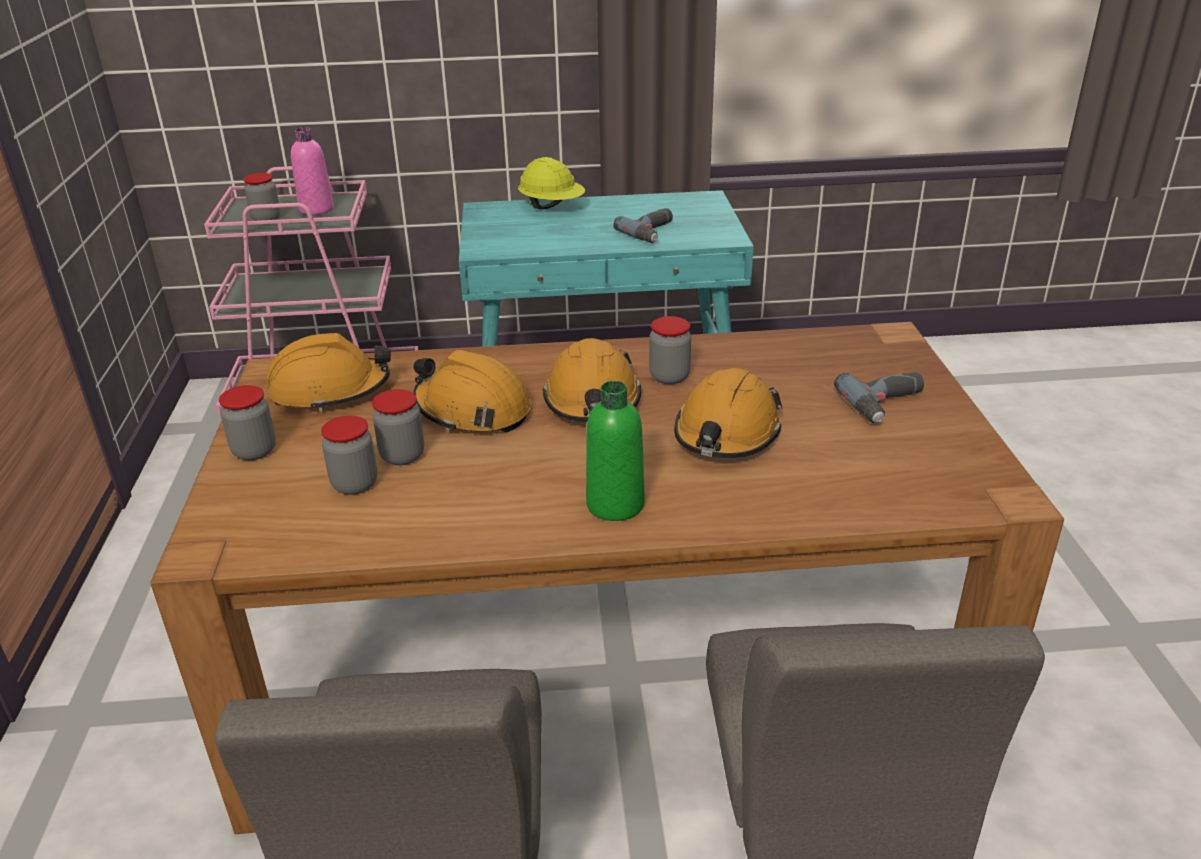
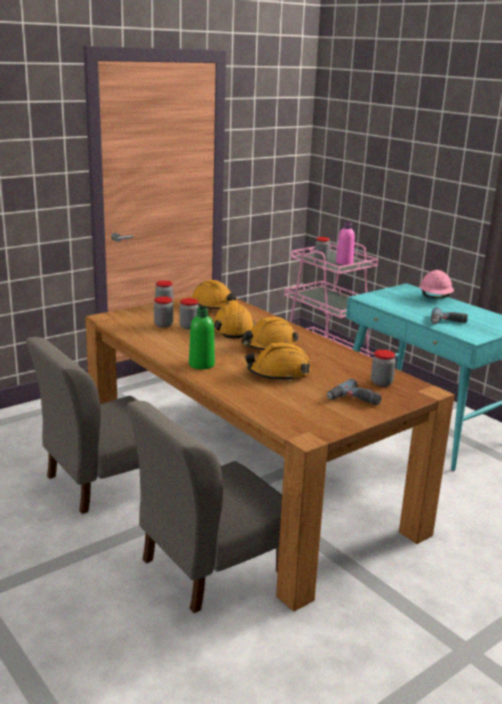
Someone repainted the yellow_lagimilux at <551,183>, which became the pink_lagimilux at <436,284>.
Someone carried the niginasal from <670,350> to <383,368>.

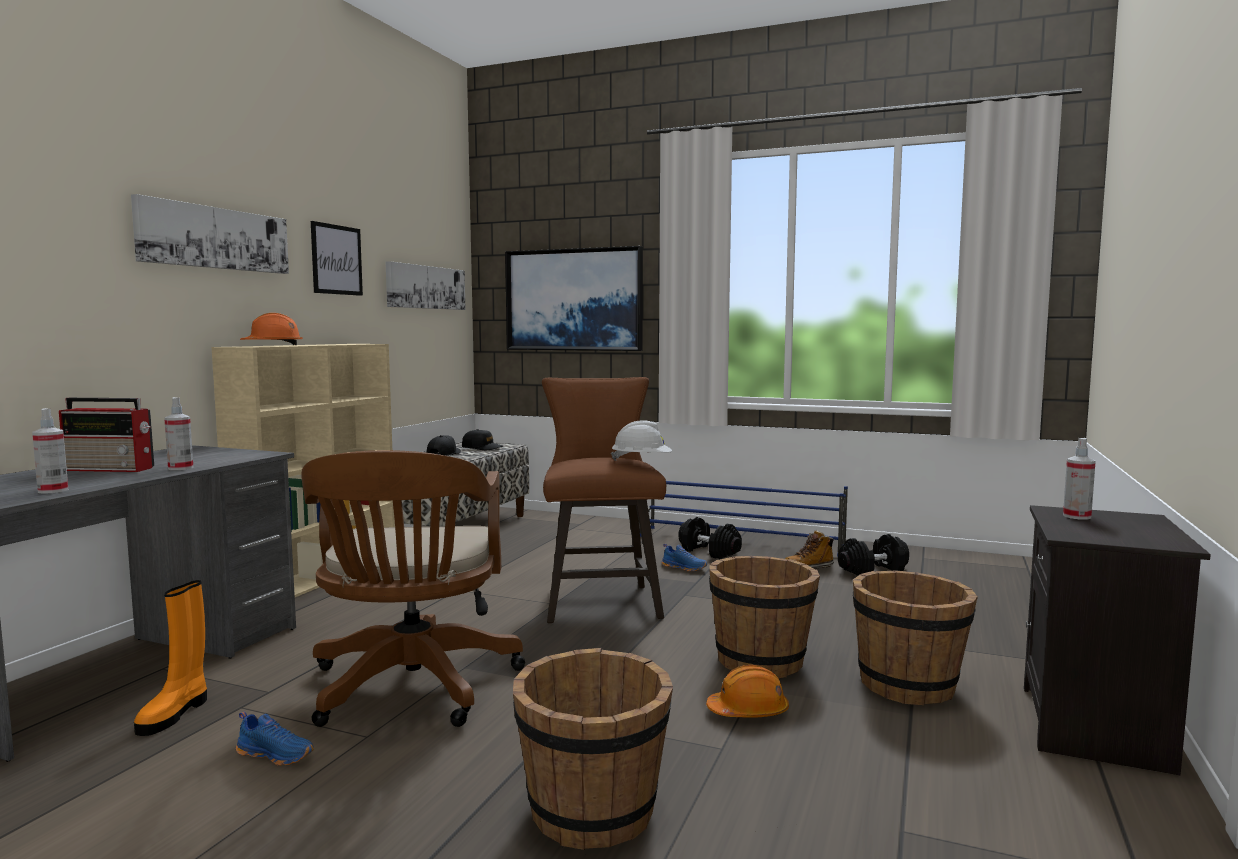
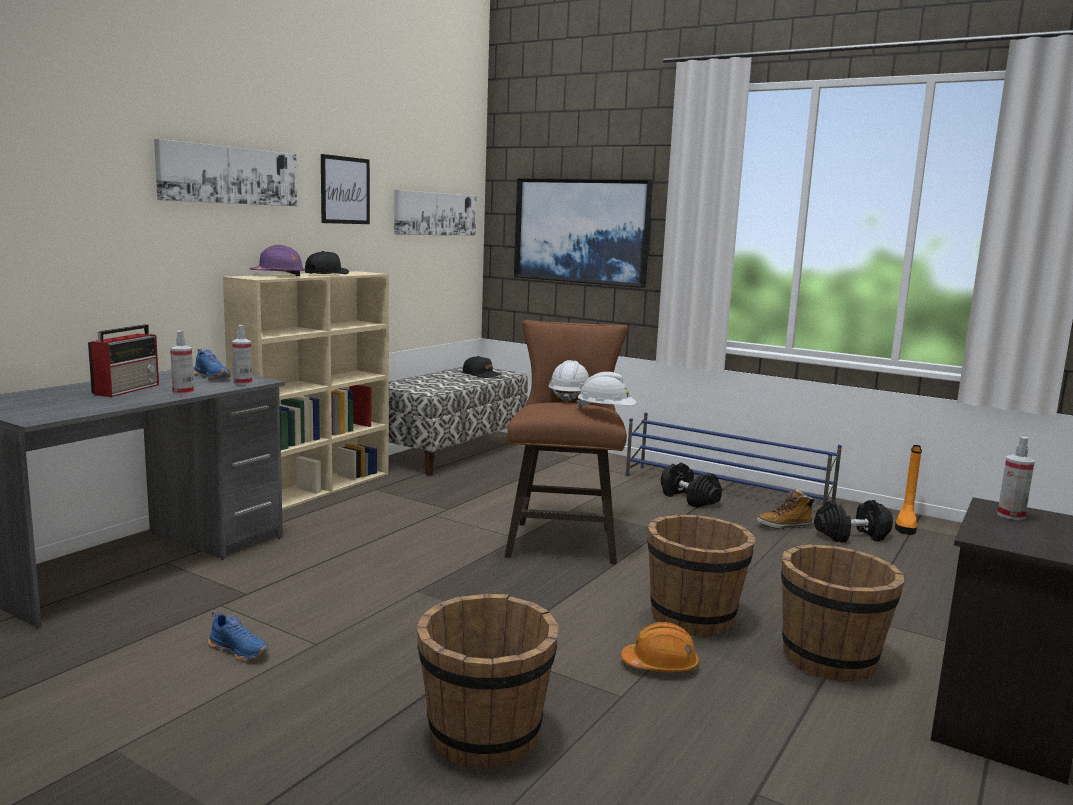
Someone repainted the orange_lagimilux at <271,329>, which became the purple_lagimilux at <277,260>.
Someone rotated the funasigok at <106,435> by 90 degrees counterclockwise.
Someone carried the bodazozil from <50,451> to <242,355>.
Someone carried the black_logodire from <444,445> to <327,262>.
Someone took away the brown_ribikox at <413,588>.
Someone carried the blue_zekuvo from <684,558> to <212,364>.
Someone carried the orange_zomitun from <170,658> to <908,490>.
Someone put down the white_lagimilux at <569,381>.

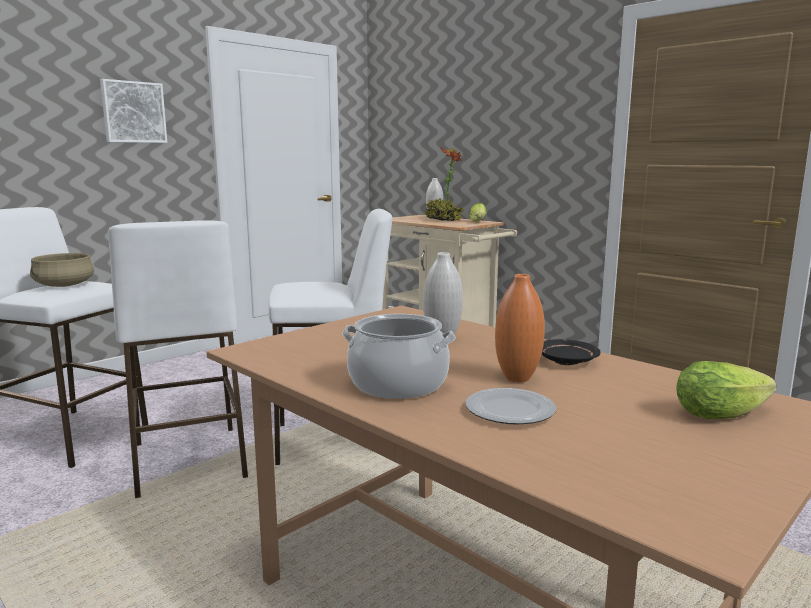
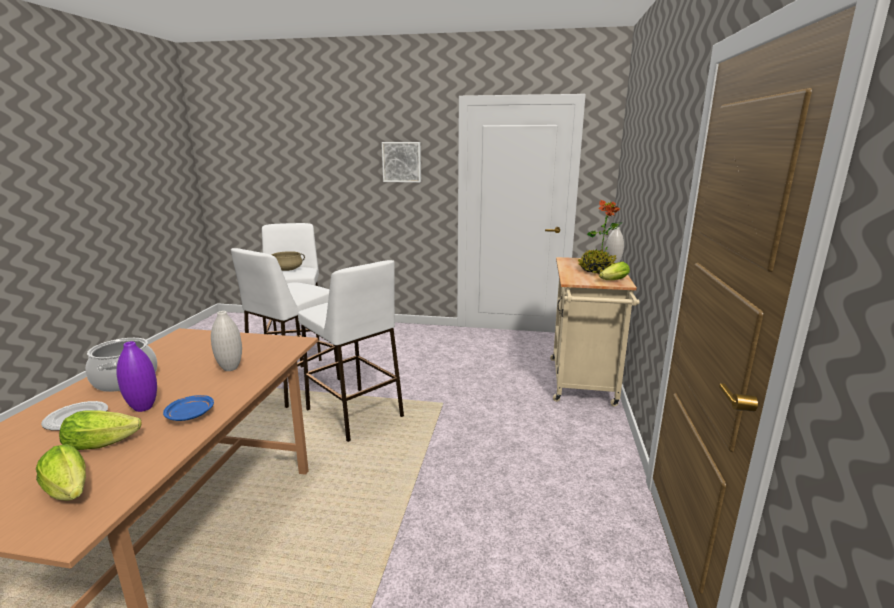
Someone repainted the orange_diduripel at <520,328>, which became the purple_diduripel at <136,376>.
Someone repainted the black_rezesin at <571,352>, which became the blue_rezesin at <188,408>.
Someone put down the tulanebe at <100,430>.

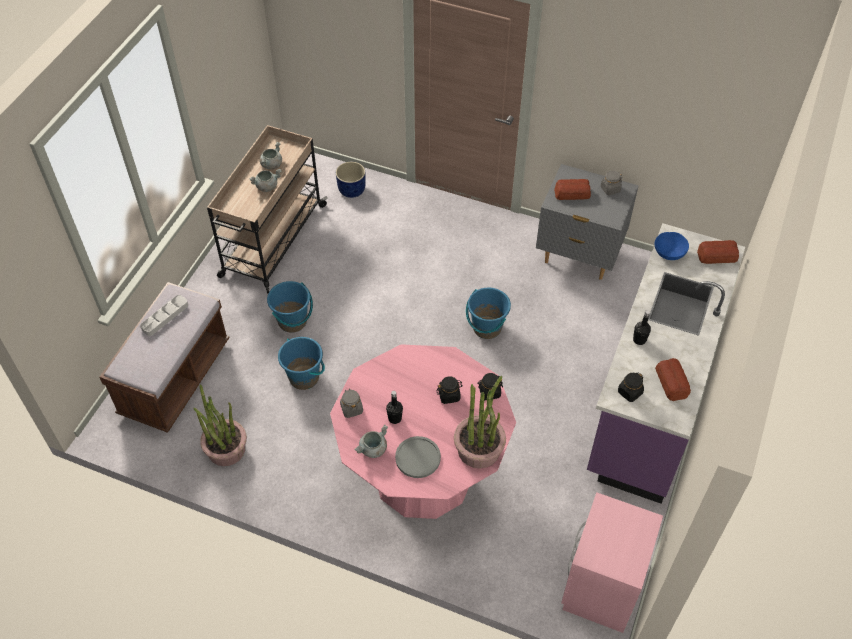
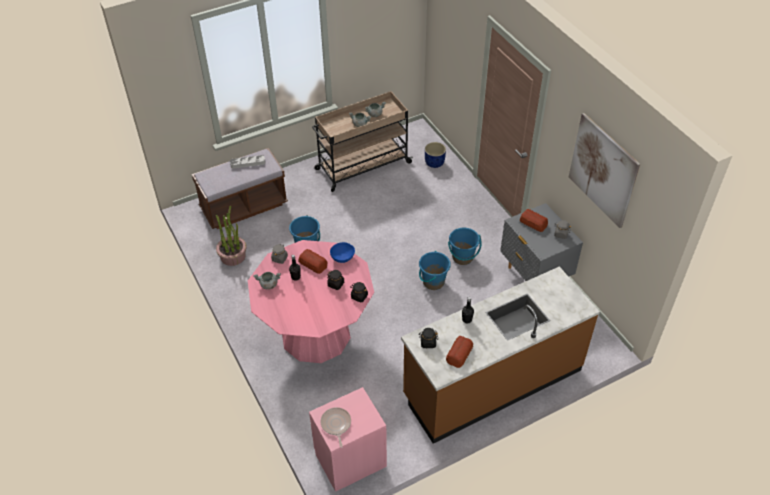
Someone repainted the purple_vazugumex at <666,363>, which became the brown_vazugumex at <500,355>.
Someone carried the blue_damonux from <672,246> to <342,252>.
Someone carried the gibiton from <718,252> to <312,261>.
Someone carried the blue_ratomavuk from <290,307> to <465,246>.
Someone took away the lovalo at <480,422>.
Someone took away the grey_rezesin at <418,457>.
Someone put up the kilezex at <604,170>.
Someone put down the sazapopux at <335,427>.

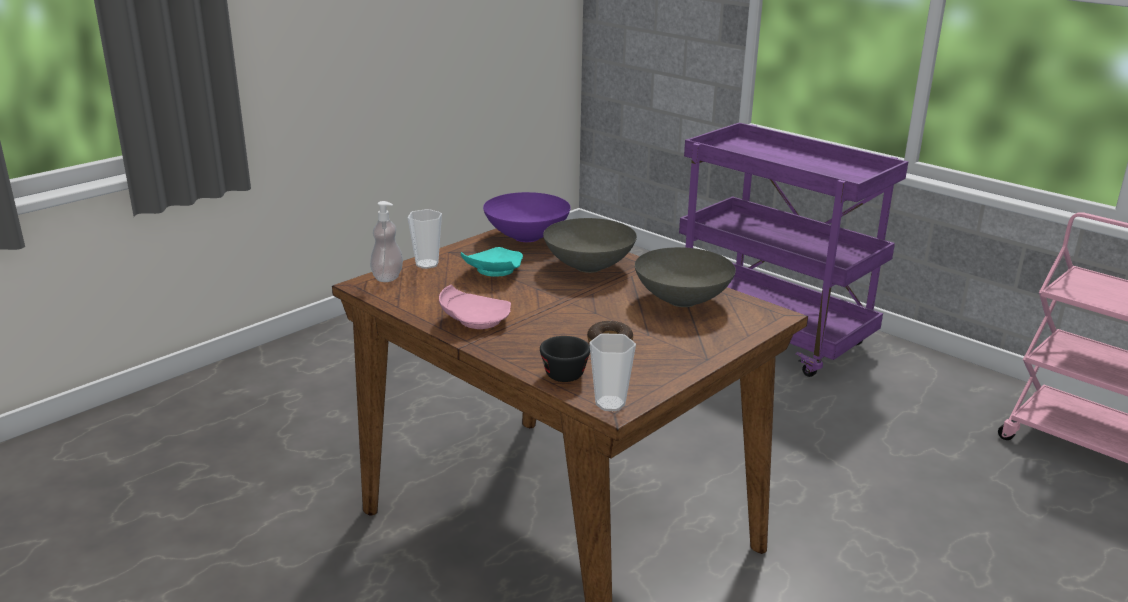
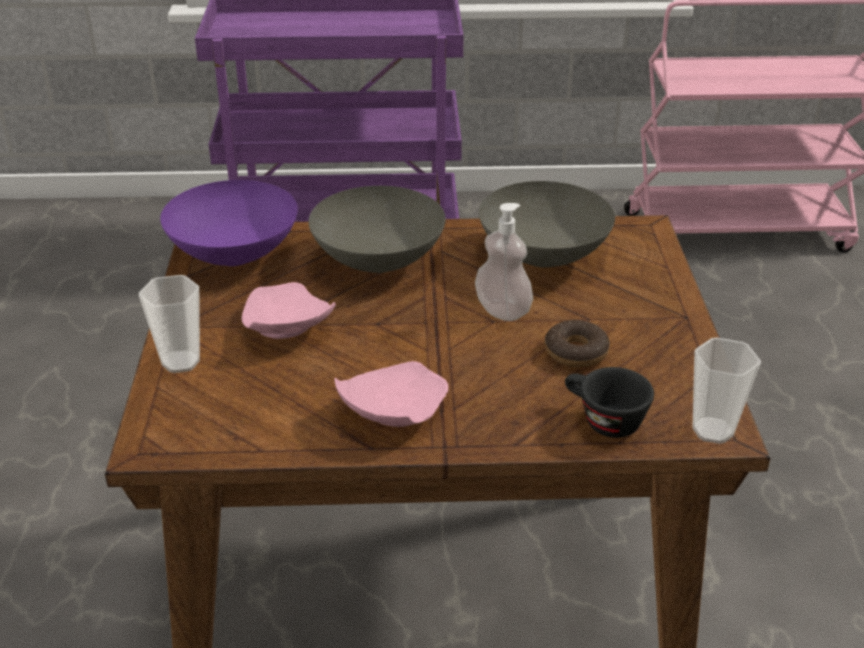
Someone carried the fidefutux from <386,241> to <504,262>.
Someone repainted the turquoise_rezesin at <492,262>, which became the pink_rezesin at <289,310>.

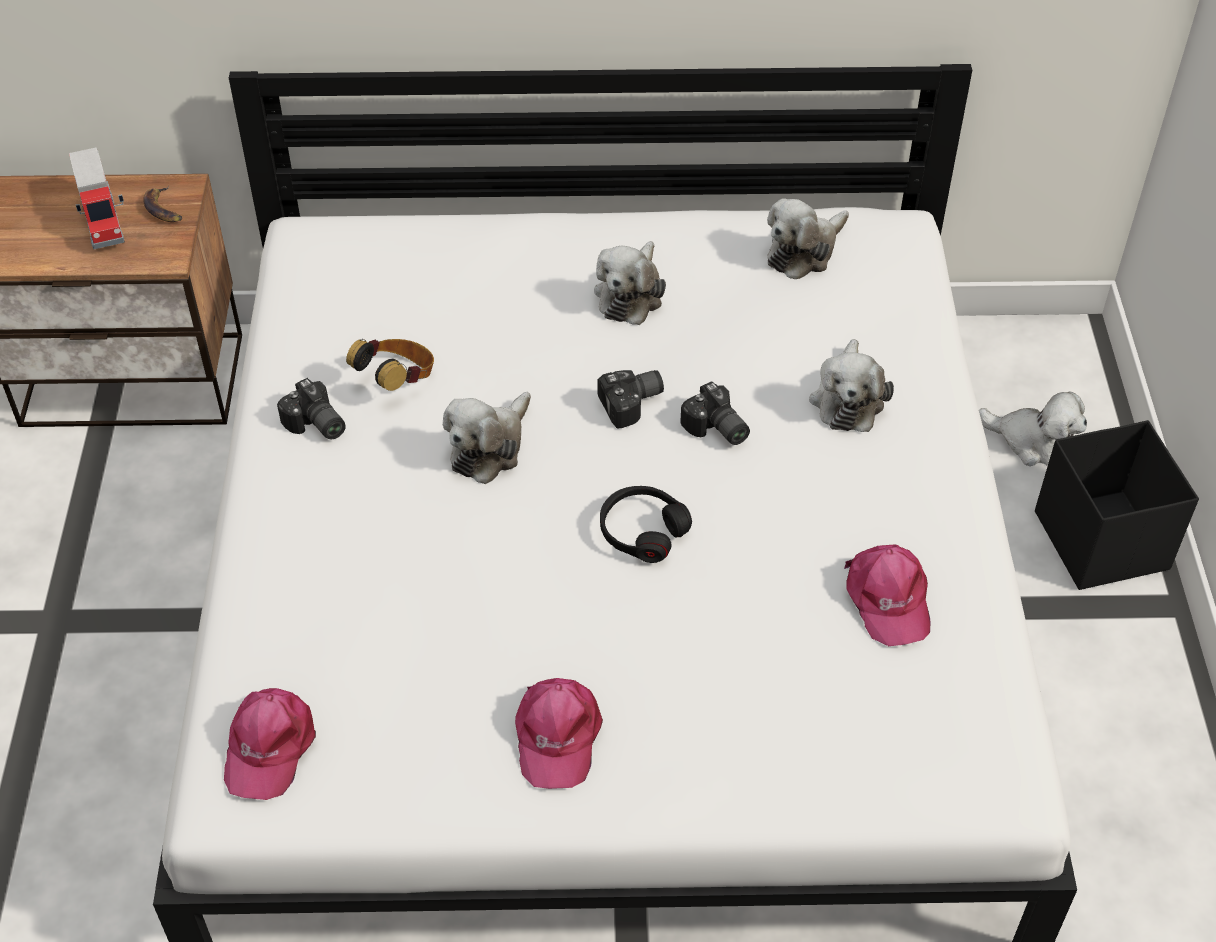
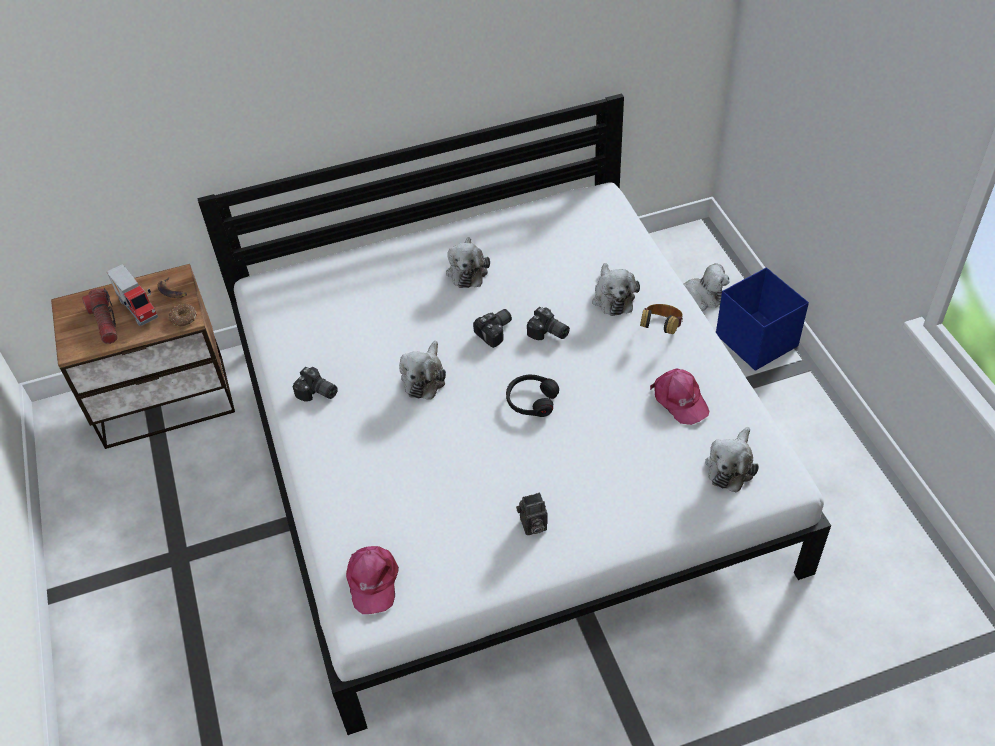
Someone carried the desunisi from <808,239> to <732,460>.
Someone carried the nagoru from <390,365> to <661,319>.
Someone repainted the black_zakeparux at <1117,505>, which became the blue_zakeparux at <762,319>.
Someone swapped the pink_logodire at <559,733> for the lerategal at <532,513>.
Someone put down the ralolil at <100,316>.
Someone put down the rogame at <182,315>.

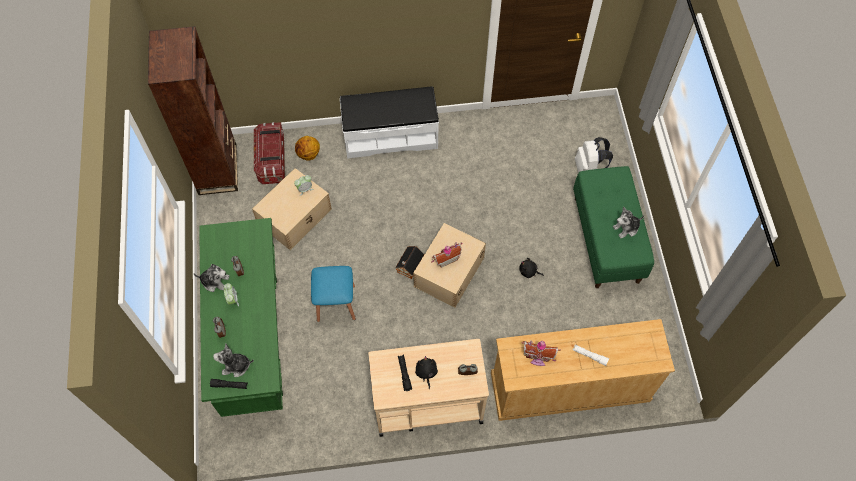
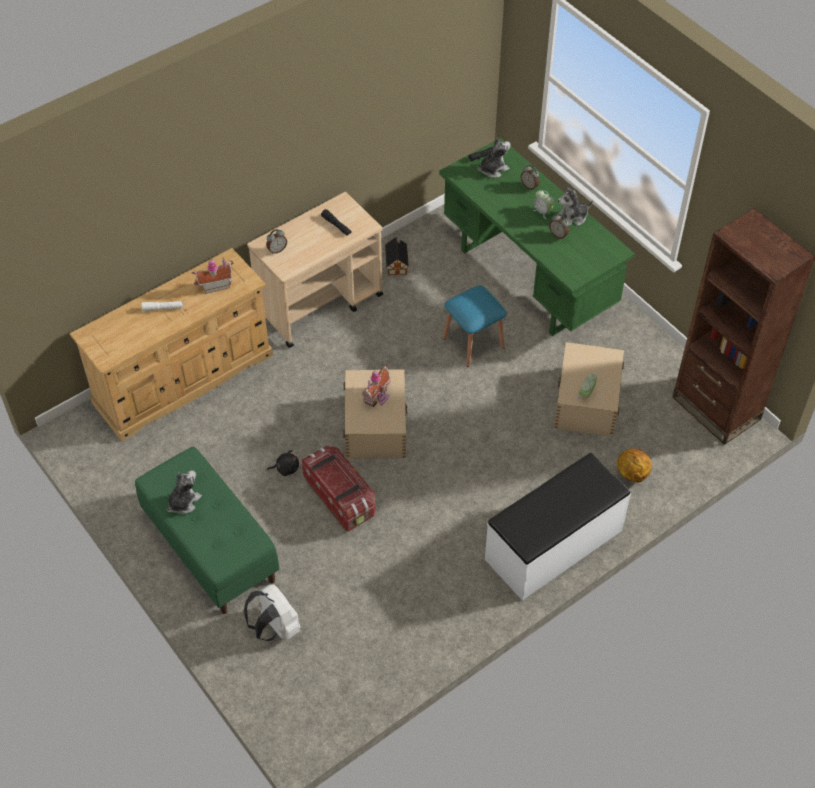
Someone carried the zakeparux from <269,153> to <339,489>.
Someone carried the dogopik from <409,262> to <397,256>.
Someone took away the black_desunisi at <426,372>.

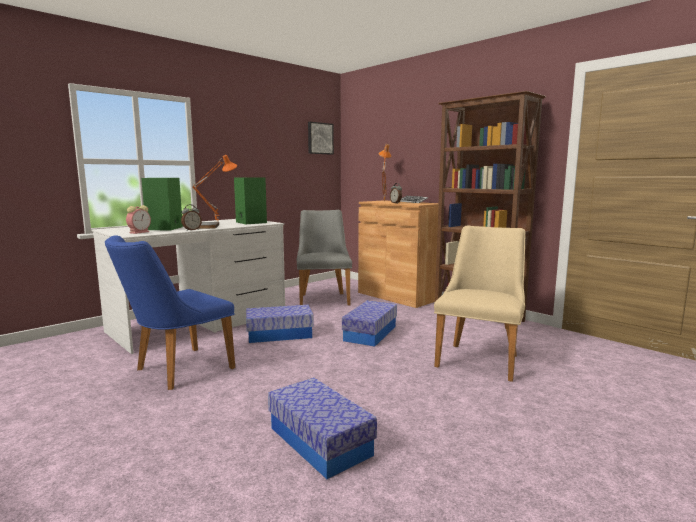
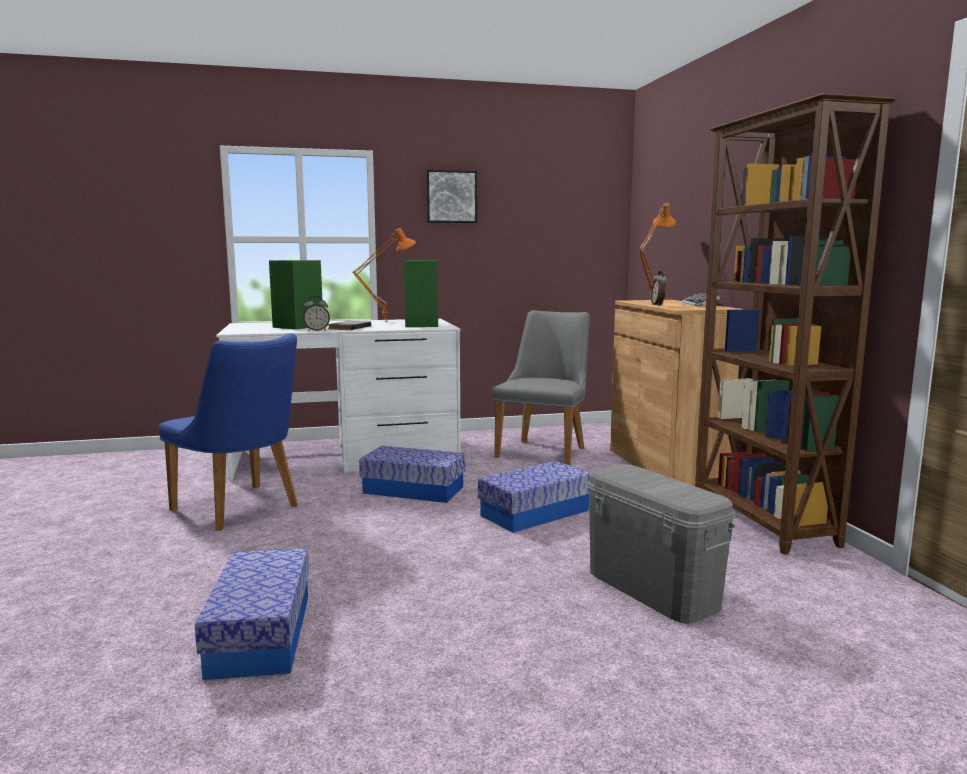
Someone carried the kilezex from <321,138> to <451,196>.
Someone took away the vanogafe at <138,219>.
Someone swapped the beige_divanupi at <479,303> for the grey_zakeparux at <661,544>.
Someone rotated the blue_divanupi at <170,312> by 120 degrees counterclockwise.

